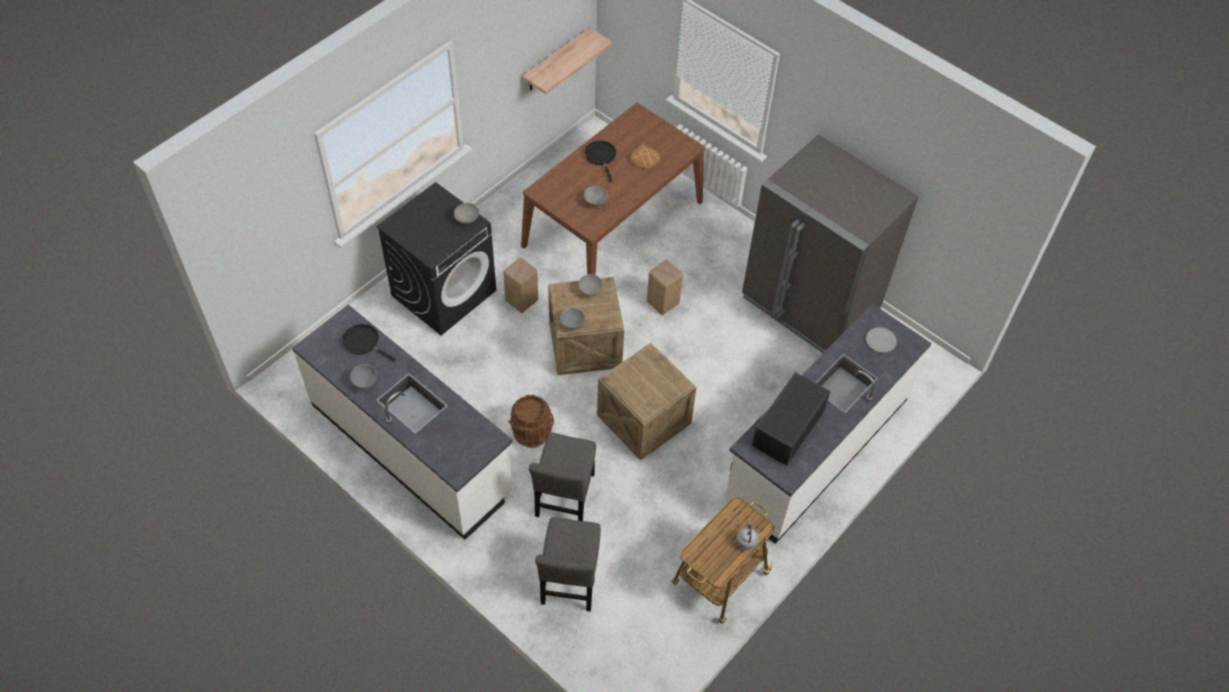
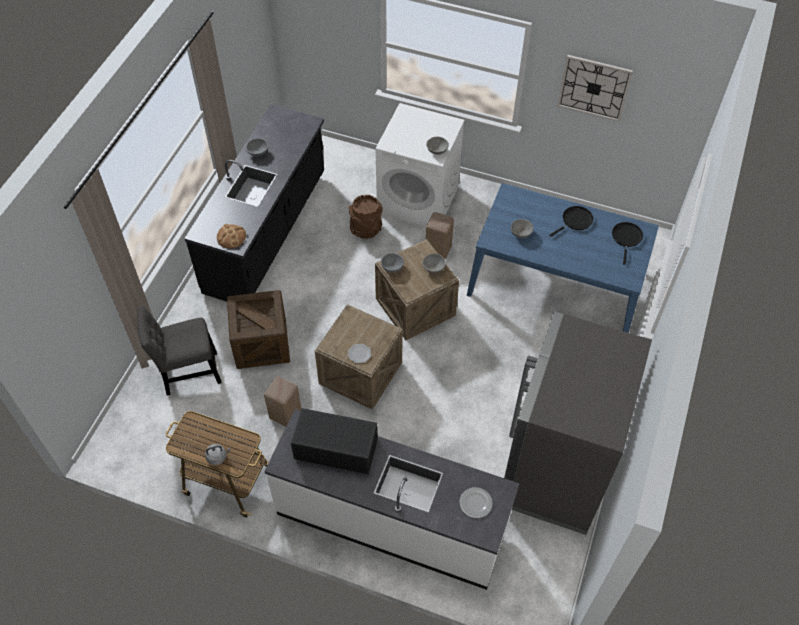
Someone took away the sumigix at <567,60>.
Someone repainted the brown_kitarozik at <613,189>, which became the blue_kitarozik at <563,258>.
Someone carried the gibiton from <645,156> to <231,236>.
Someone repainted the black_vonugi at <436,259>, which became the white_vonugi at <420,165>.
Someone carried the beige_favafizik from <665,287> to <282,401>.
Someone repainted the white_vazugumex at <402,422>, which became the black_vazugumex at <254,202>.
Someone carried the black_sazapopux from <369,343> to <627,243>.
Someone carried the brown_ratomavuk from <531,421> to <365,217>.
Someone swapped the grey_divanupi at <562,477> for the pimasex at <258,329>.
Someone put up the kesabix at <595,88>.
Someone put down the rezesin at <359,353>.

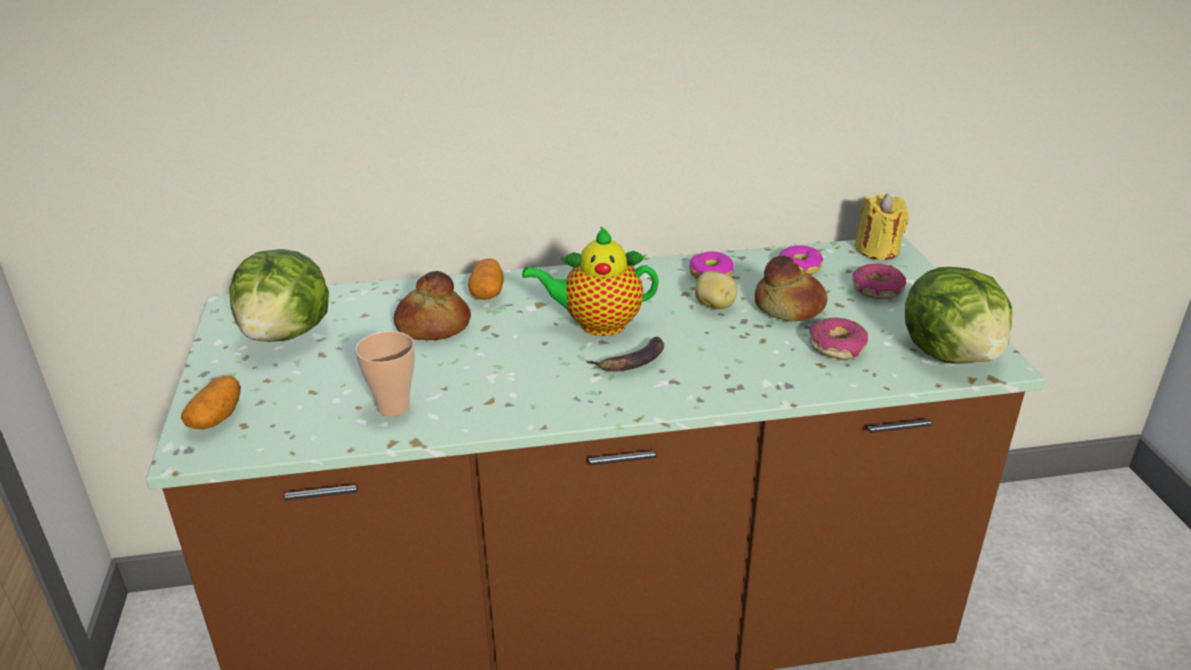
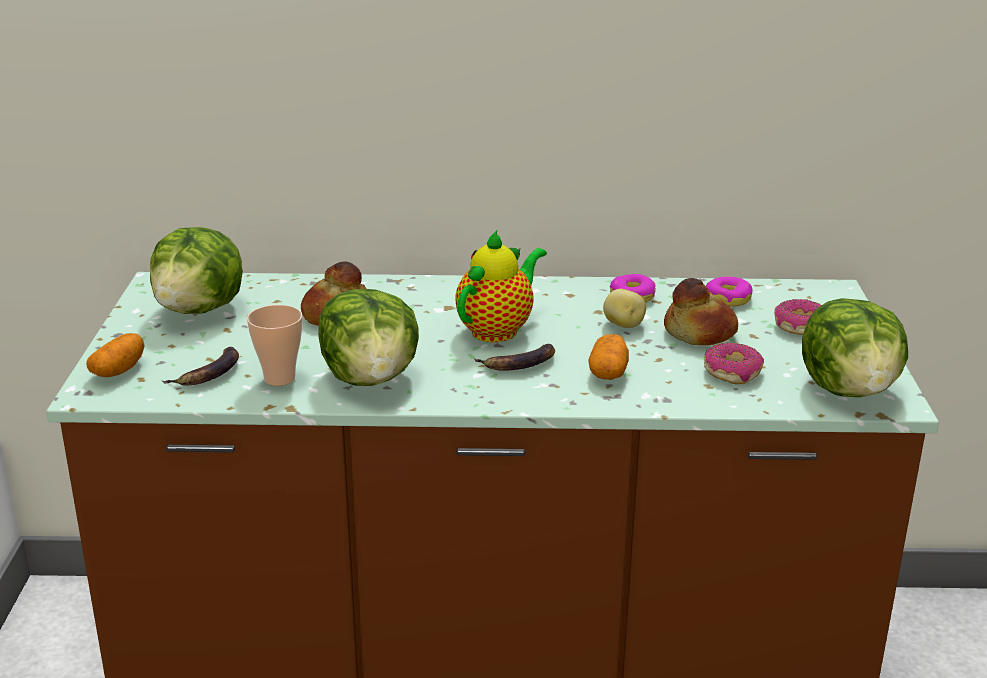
Someone took away the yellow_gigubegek at <882,227>.
Someone rotated the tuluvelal at <590,281> by 120 degrees clockwise.
Someone carried the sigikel from <486,279> to <608,357>.
Someone put down the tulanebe at <368,337>.
Someone put down the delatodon at <200,366>.

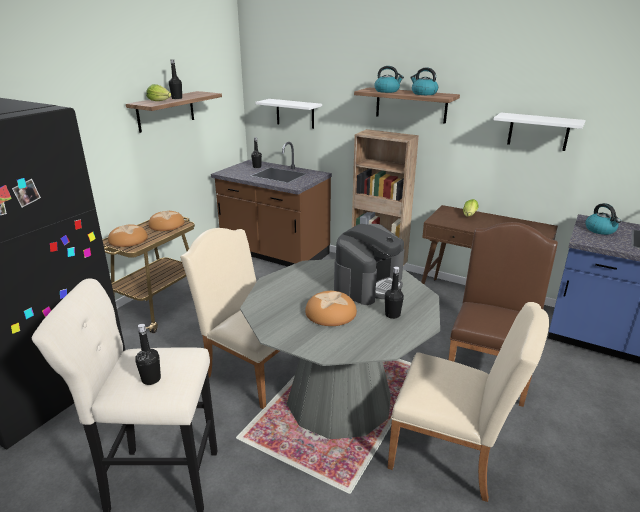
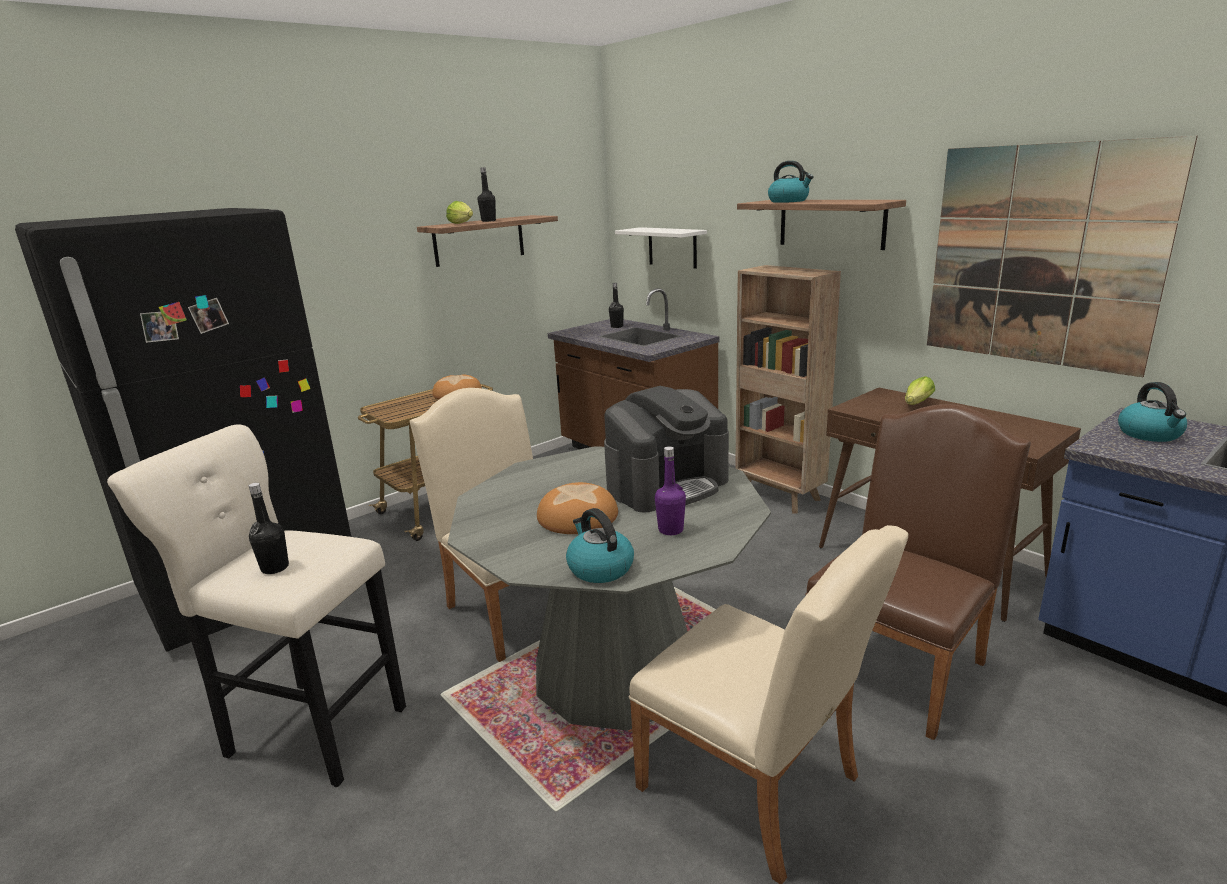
Someone carried the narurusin from <424,81> to <600,545>.
Someone swapped the white_sumigix at <540,132> for the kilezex at <1062,256>.
Someone took away the gibiton at <128,235>.
Someone repainted the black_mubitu at <394,292>, which became the purple_mubitu at <670,490>.

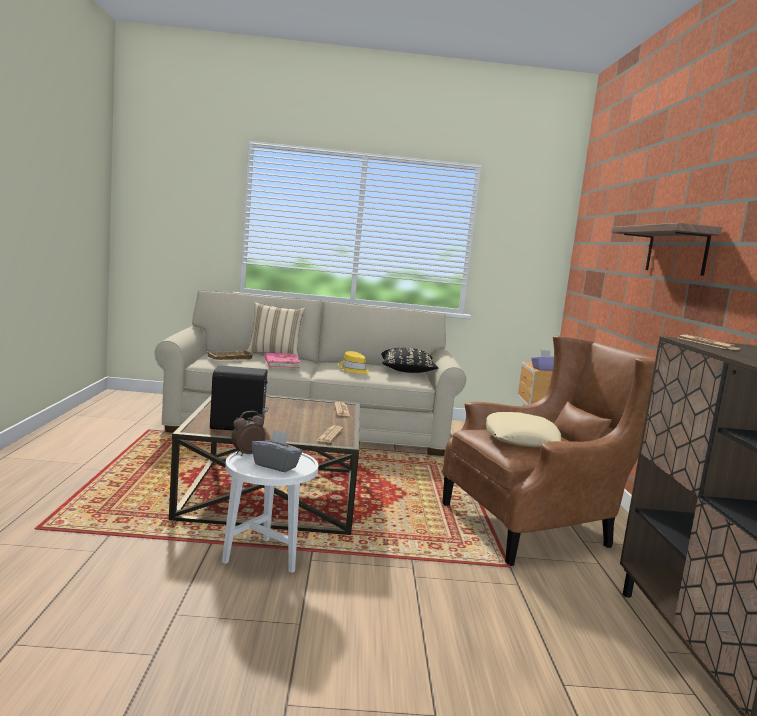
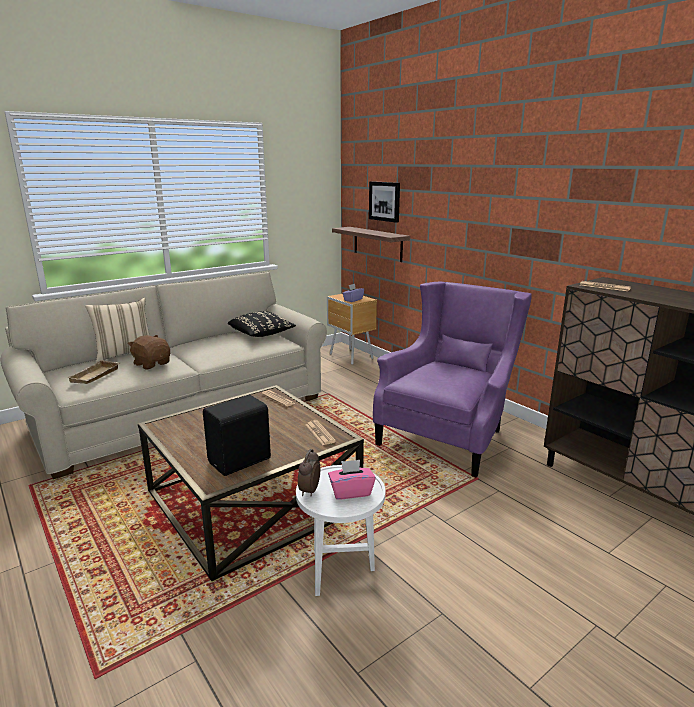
Someone carried the sumigix from <667,249> to <371,244>.
Someone repainted the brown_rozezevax at <549,451>, which became the purple_rozezevax at <452,379>.
Someone took away the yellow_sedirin at <354,362>.
Someone swapped the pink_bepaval at <282,360> for the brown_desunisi at <149,352>.
Someone took away the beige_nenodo at <523,429>.
Someone repainted the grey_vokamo at <277,451>, which became the pink_vokamo at <352,480>.
Someone put up the kilezex at <384,202>.

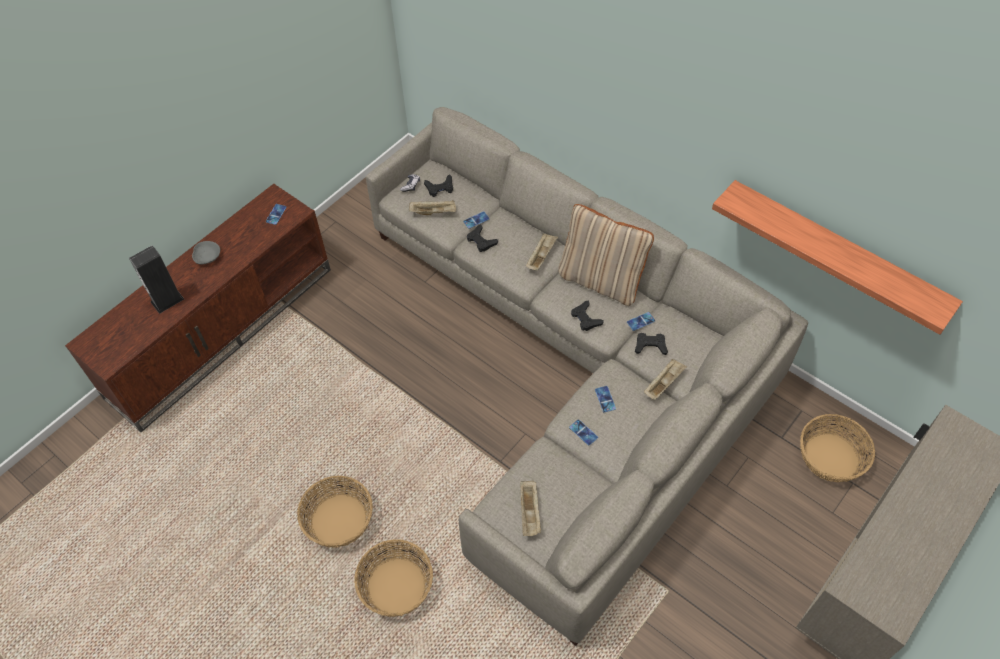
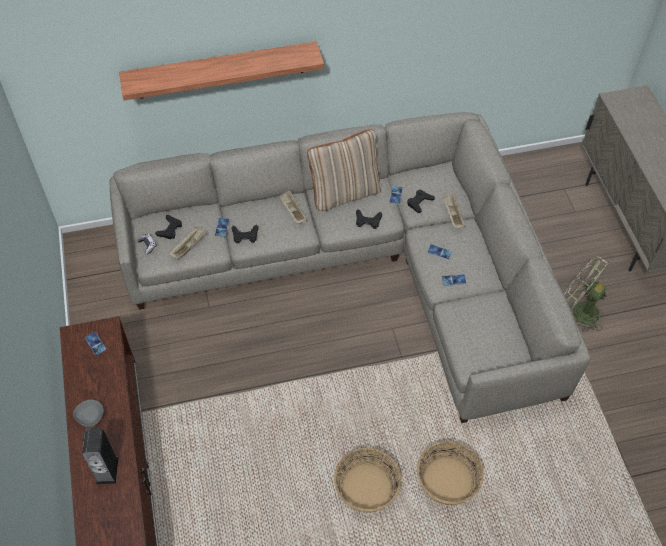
Someone carried the sumigix from <837,257> to <221,70>.
Someone took away the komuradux at <837,448>.
Someone took away the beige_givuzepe at <530,508>.
Someone put down the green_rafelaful at <587,294>.

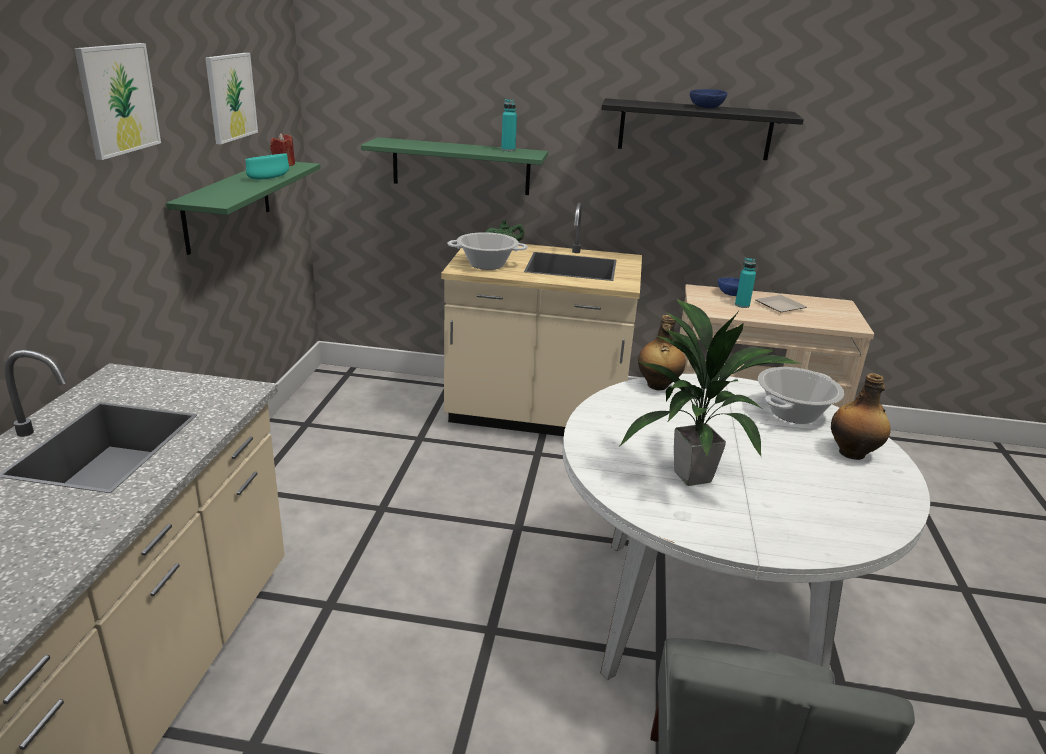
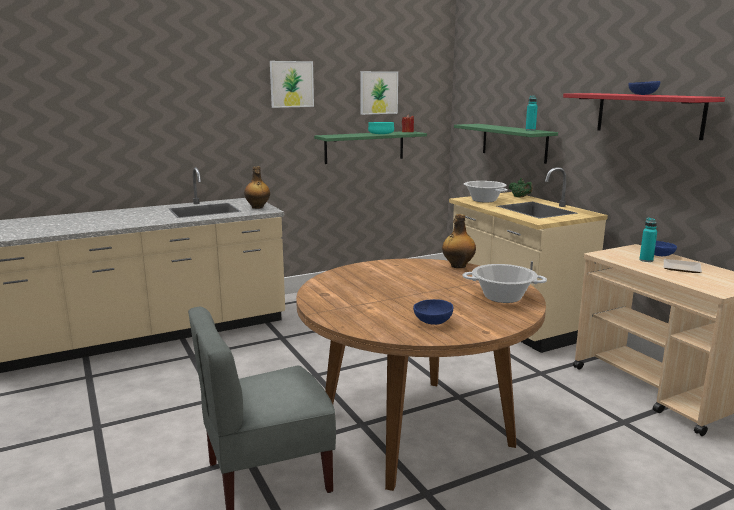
Someone repainted the black_sumigix at <702,129>, which became the red_sumigix at <644,116>.
Someone took away the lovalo at <709,392>.
Someone carried the mubitu from <861,416> to <257,187>.
Someone repainted the white_kitarozik at <746,527>, which became the brown_kitarozik at <421,374>.
Someone put down the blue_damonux at <433,312>.

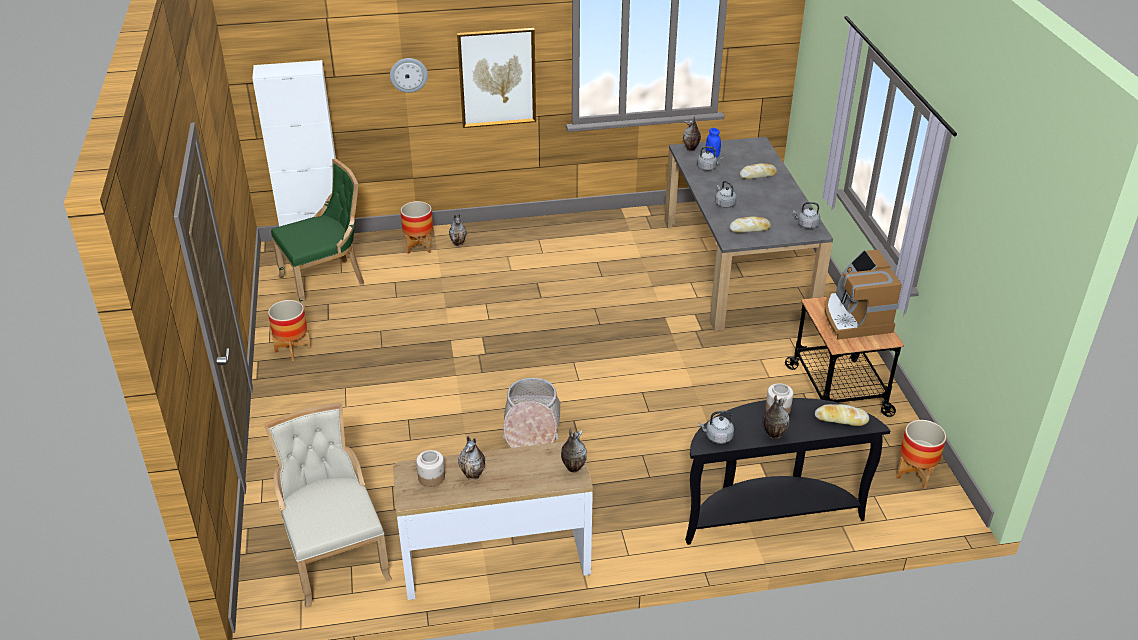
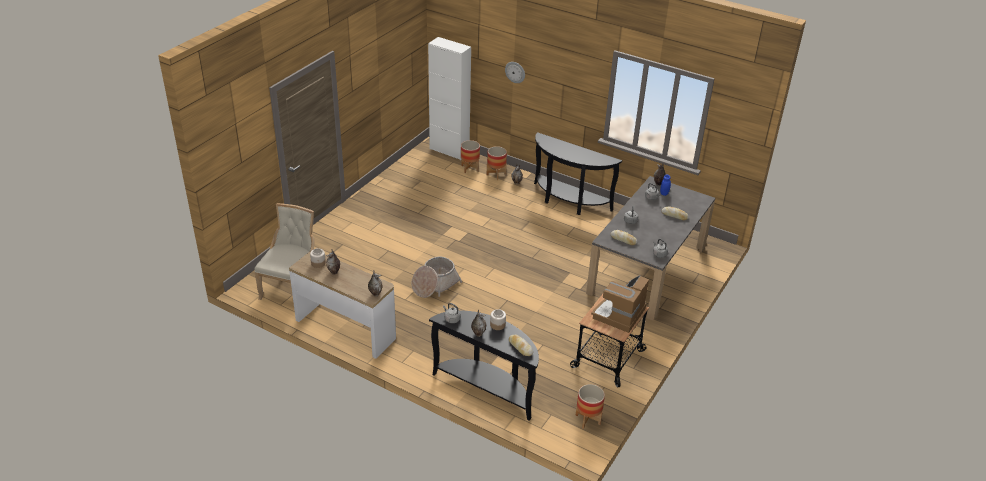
Someone took away the kilezex at <496,78>.
Someone took away the green_divanupi at <317,233>.
Someone carried the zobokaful from <289,330> to <470,156>.
Someone put down the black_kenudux at <578,173>.

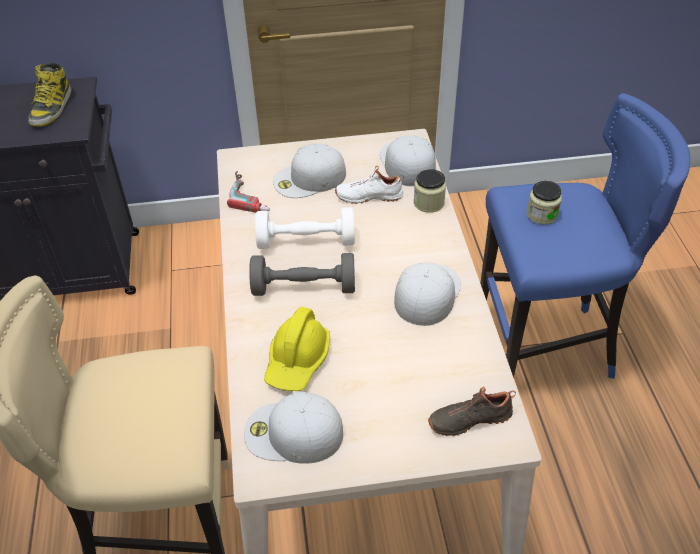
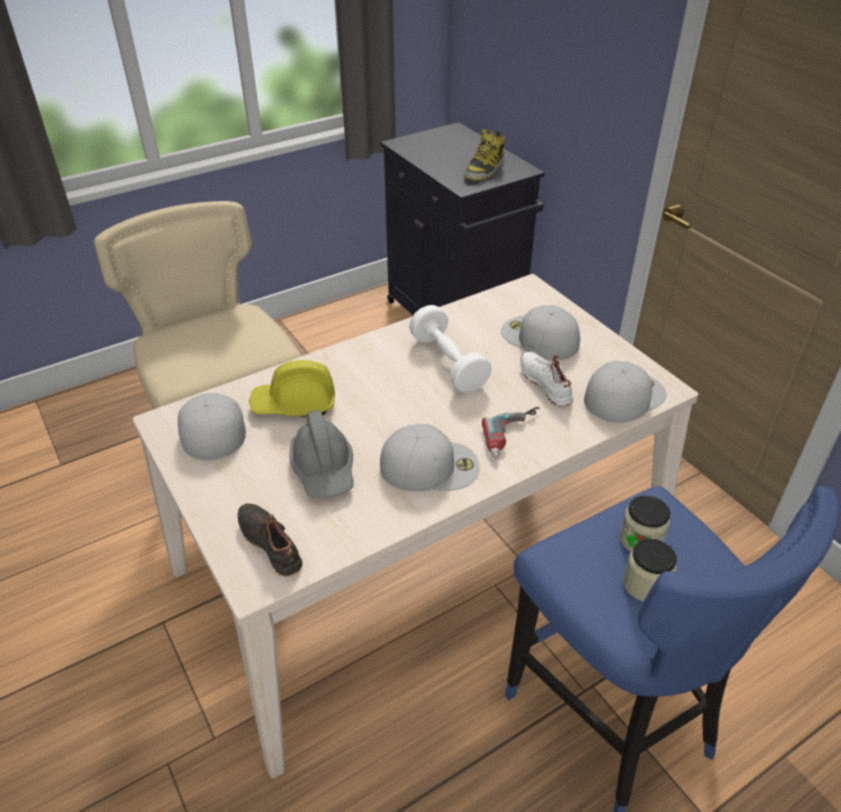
Someone rotated the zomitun at <49,95> by 45 degrees counterclockwise.
Someone carried the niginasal from <430,191> to <650,569>.
Someone carried the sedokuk from <248,192> to <511,433>.
Someone took away the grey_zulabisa at <302,274>.
Someone put down the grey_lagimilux at <321,454>.

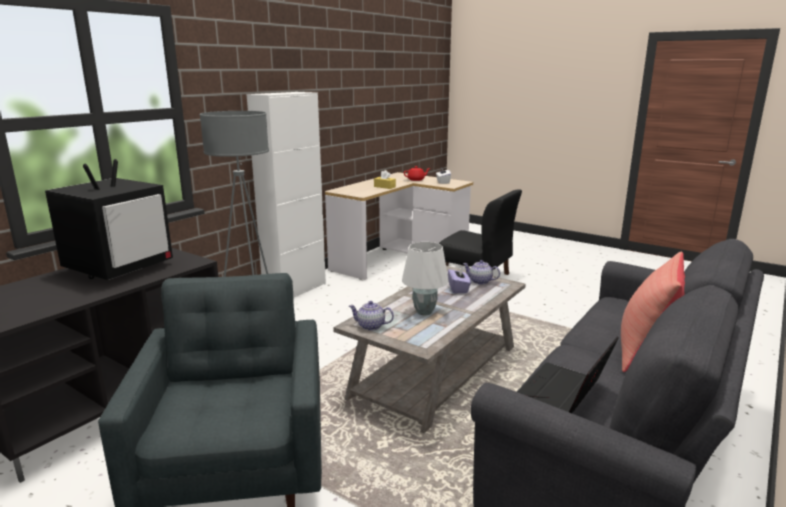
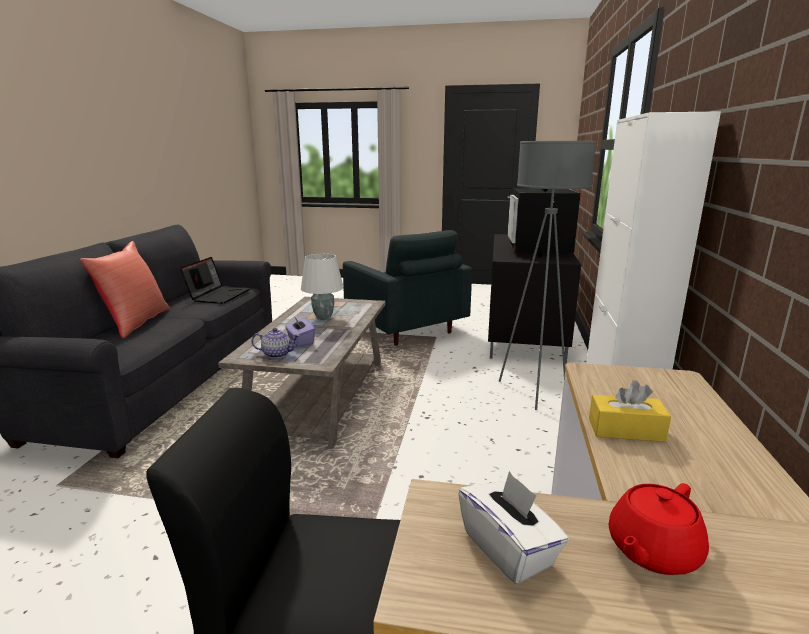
Someone took away the tuluvelal at <371,315>.

